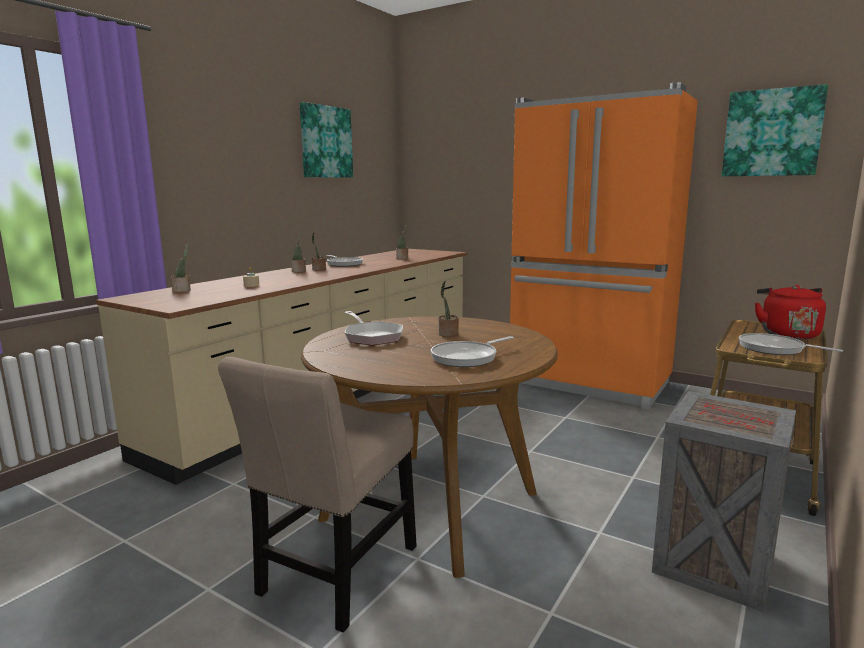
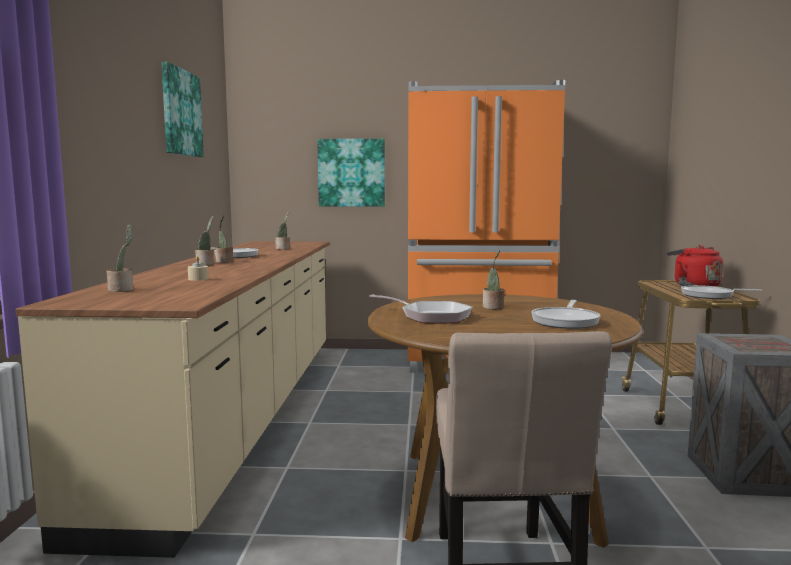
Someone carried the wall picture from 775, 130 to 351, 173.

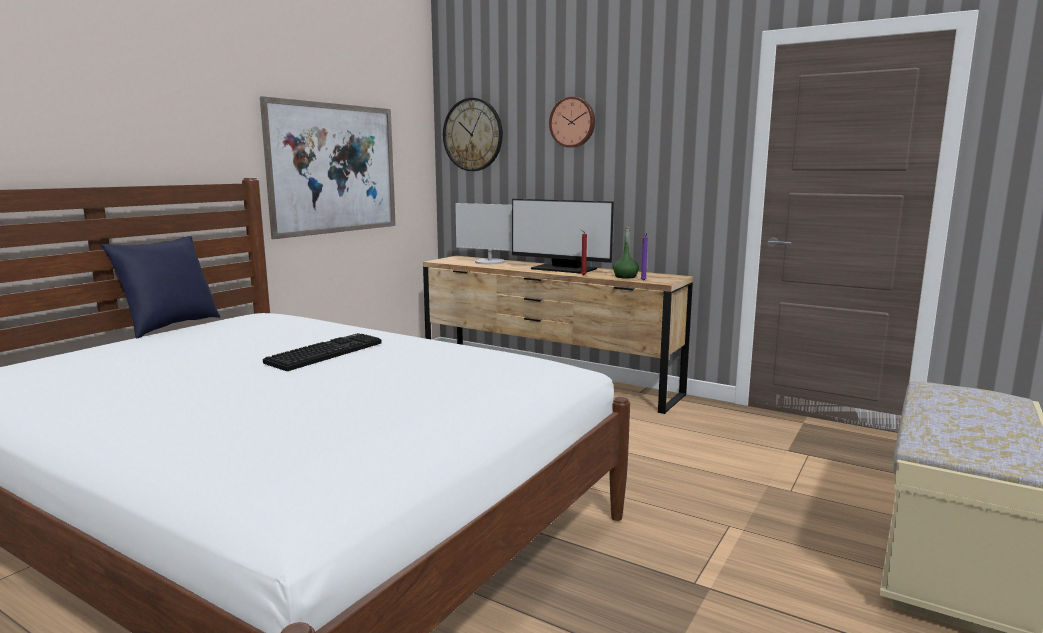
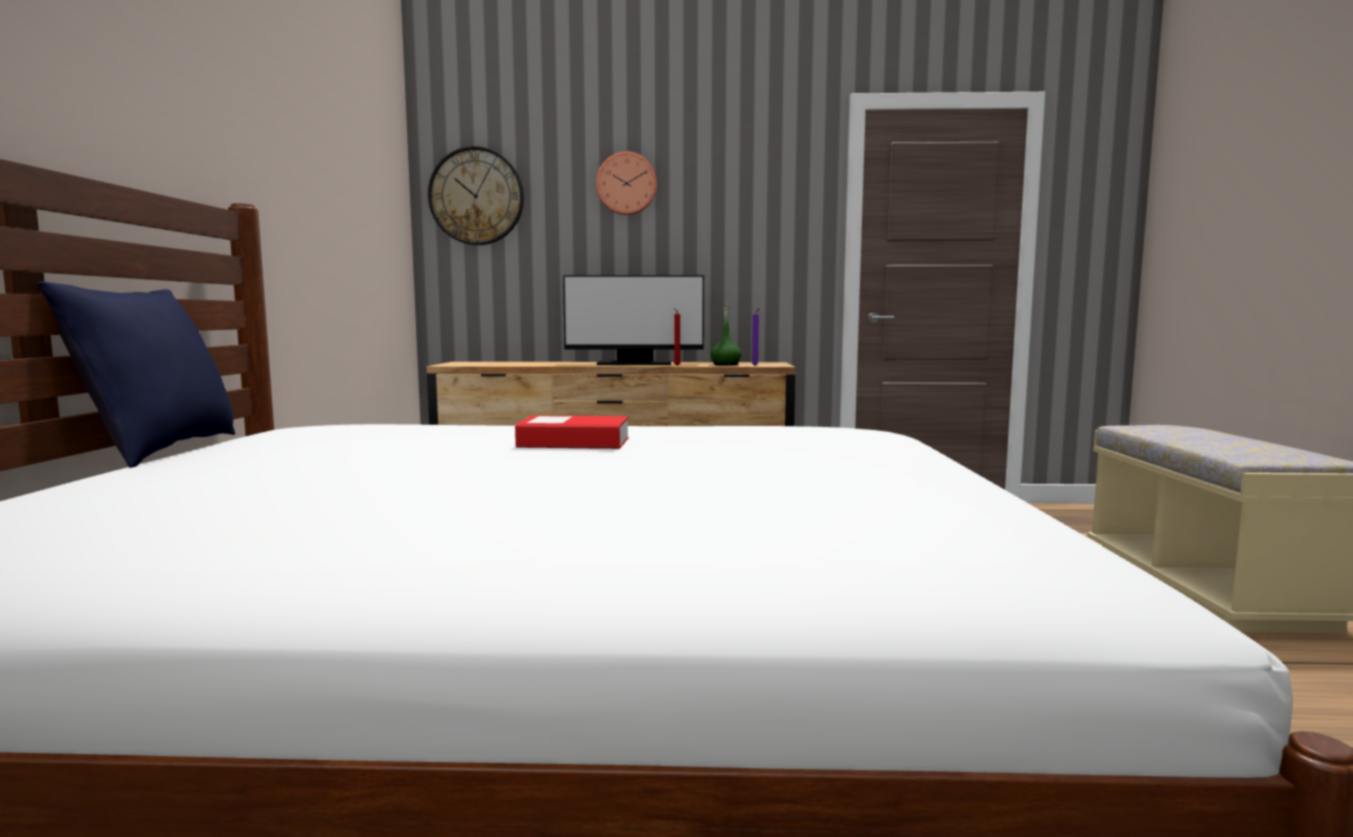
Someone took away the wall picture at 328, 167. Someone took away the computer screen at 483, 233. Someone swapped the PC keyboard at 322, 352 for the book at 572, 432.

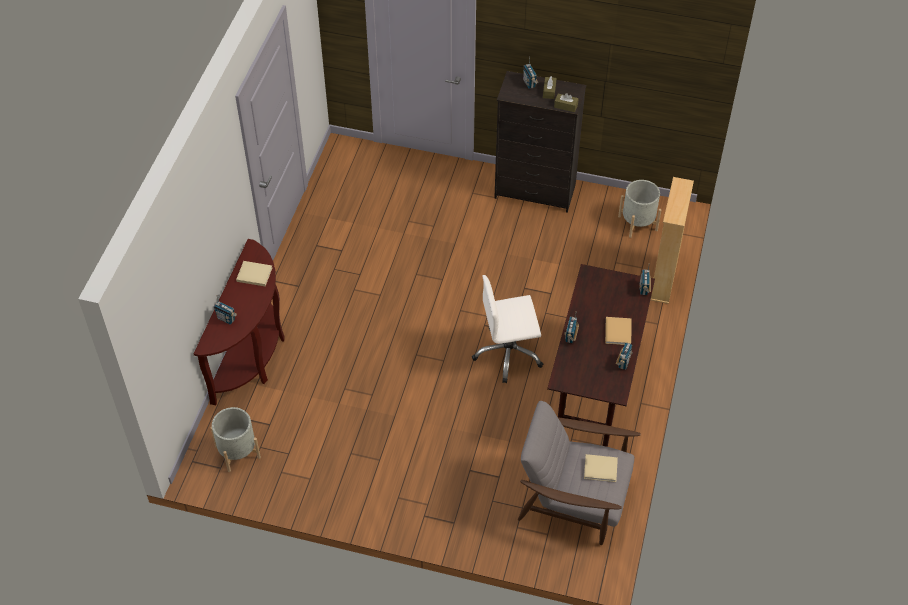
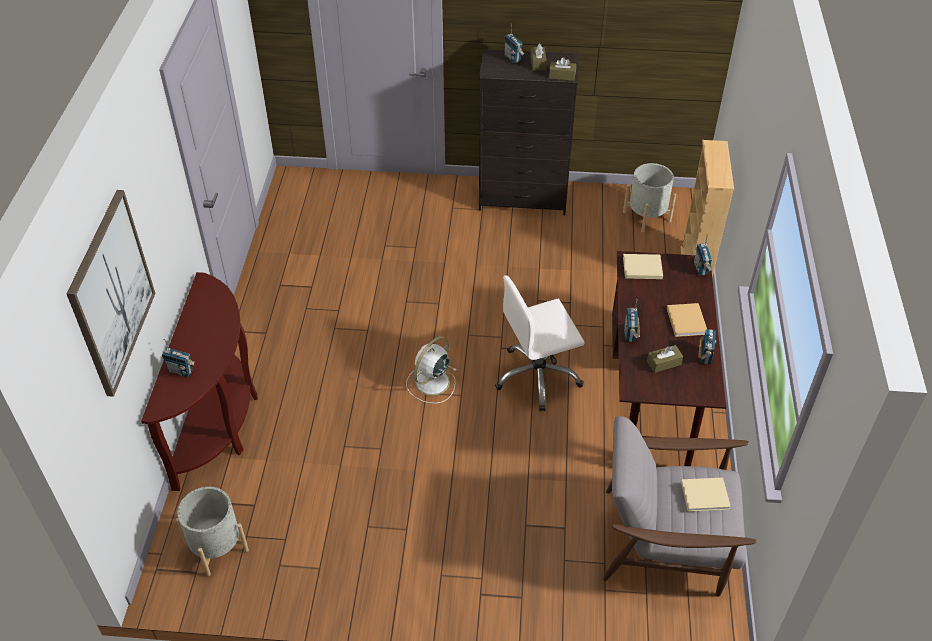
Someone put up the wall picture at 111, 293. Someone put down the cooling fan (white-coloured) at 431, 370. Someone put down the box of tissues (brown) at 665, 359. Someone carried the book (beige) from 254, 273 to 643, 266.

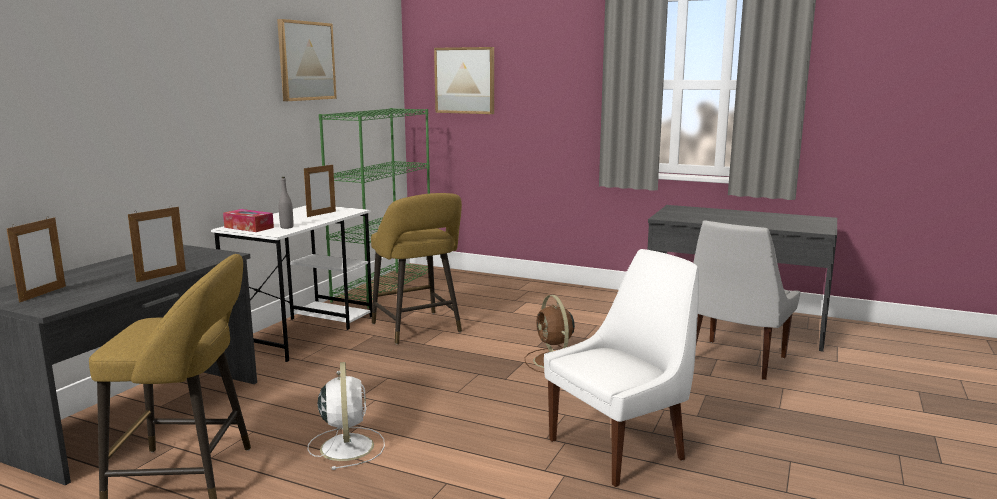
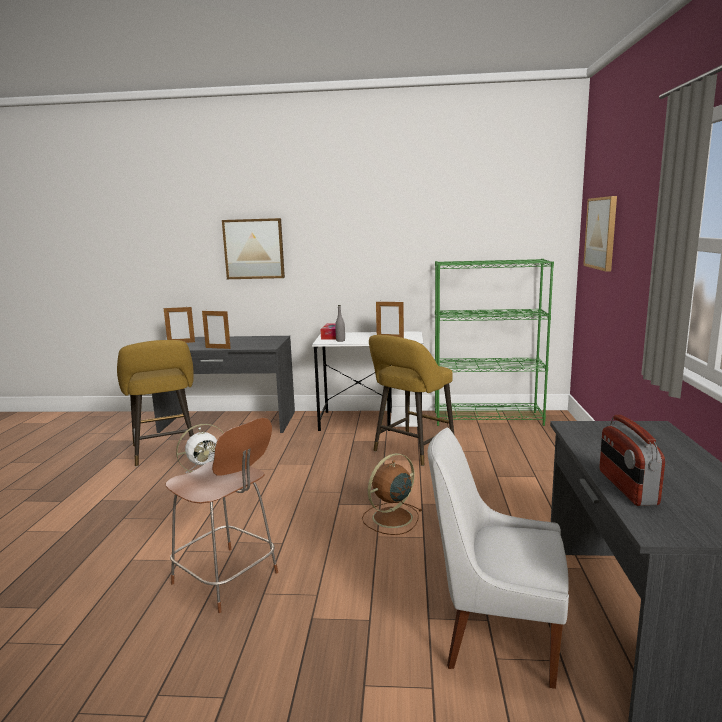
Someone put down the radio at 632, 460. Someone carried the wall picture from 307, 60 to 253, 248. Someone swapped the chair (white-coloured) at 621, 368 for the stool seat (brown) at 222, 515.

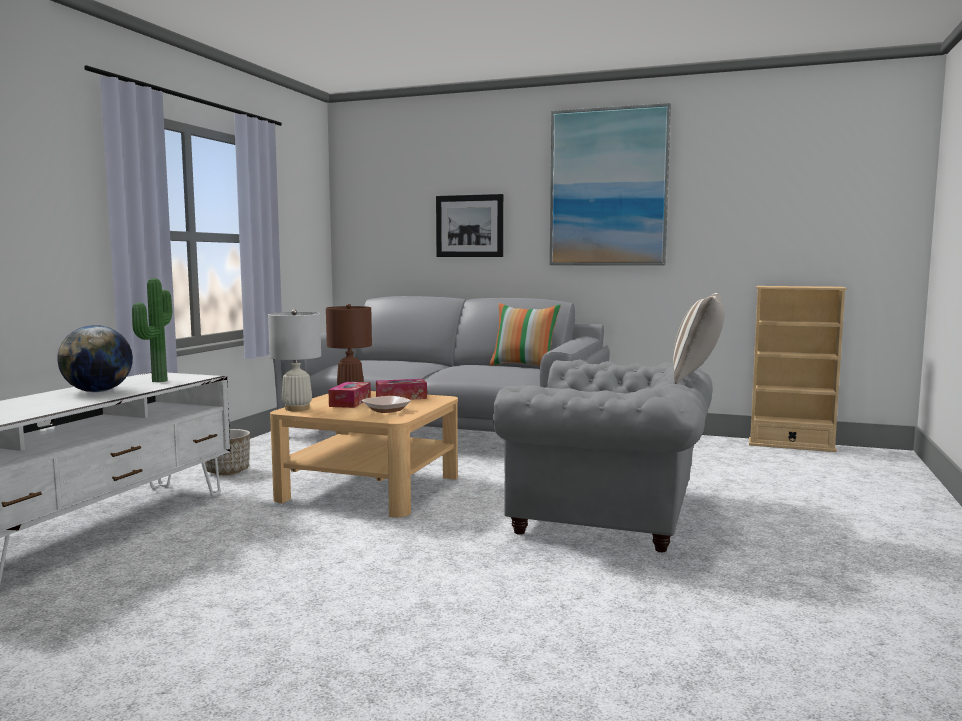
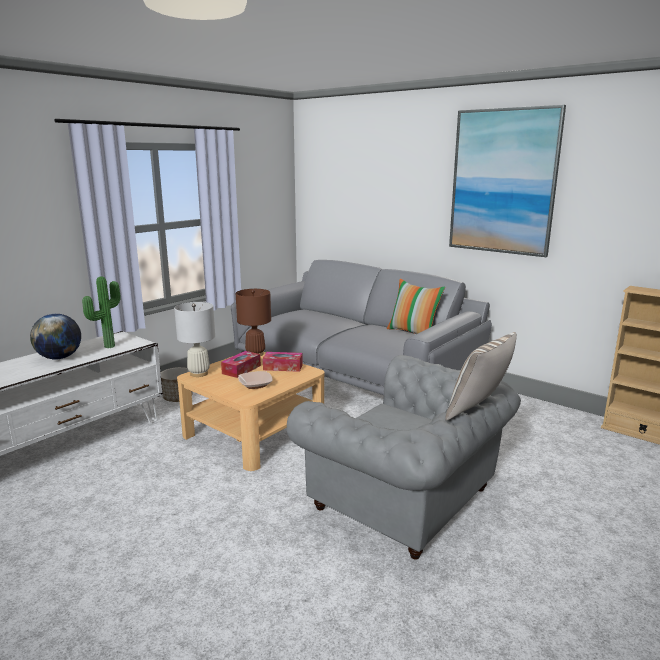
Someone took away the wall picture at 469, 225.

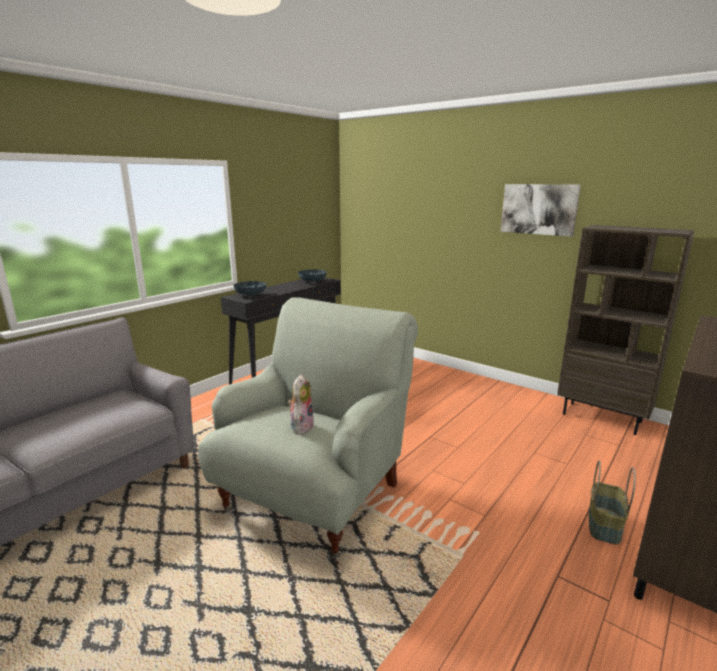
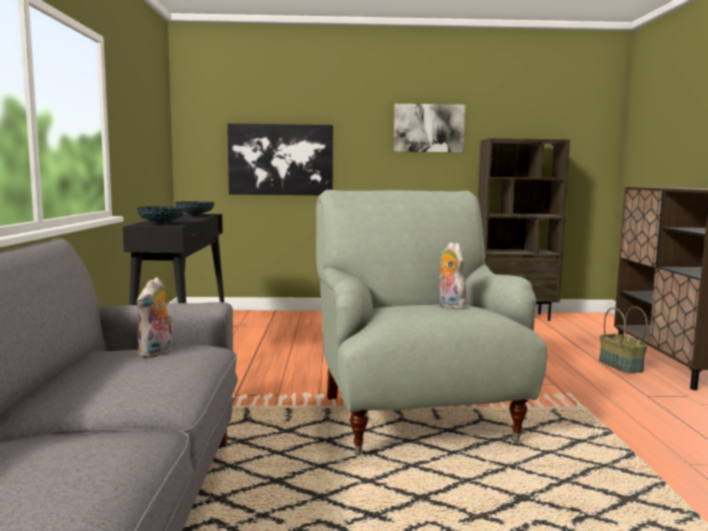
Someone put down the plush toy at 155, 317. Someone put up the wall picture at 280, 159.

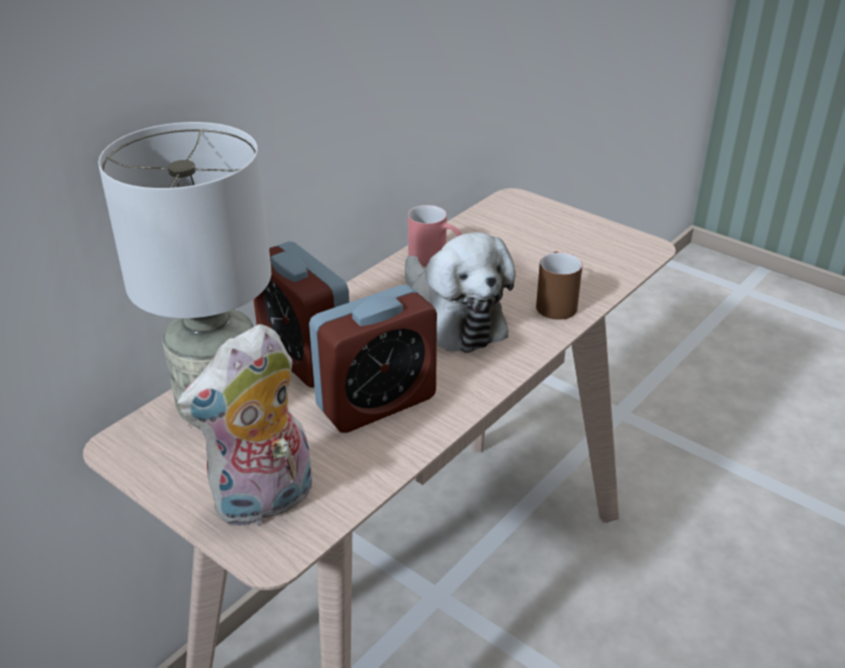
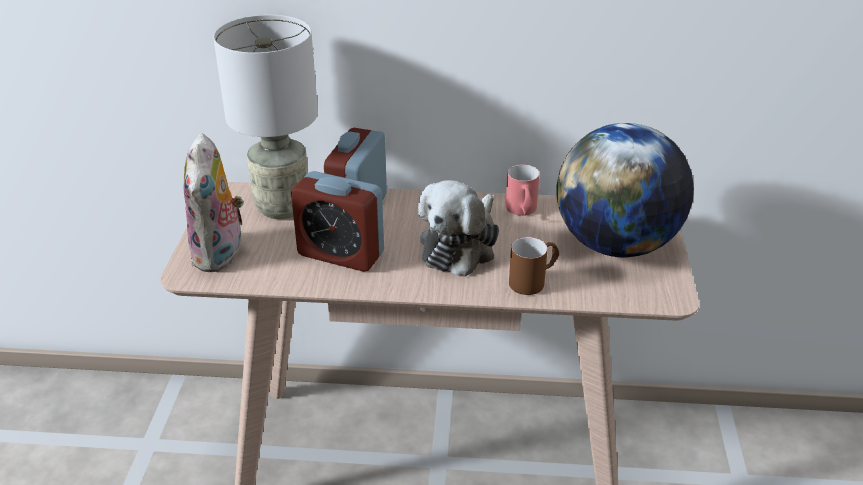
Someone put down the world globe at 625, 190. Someone rotated the plush toy at 244, 426 by 105 degrees counterclockwise.

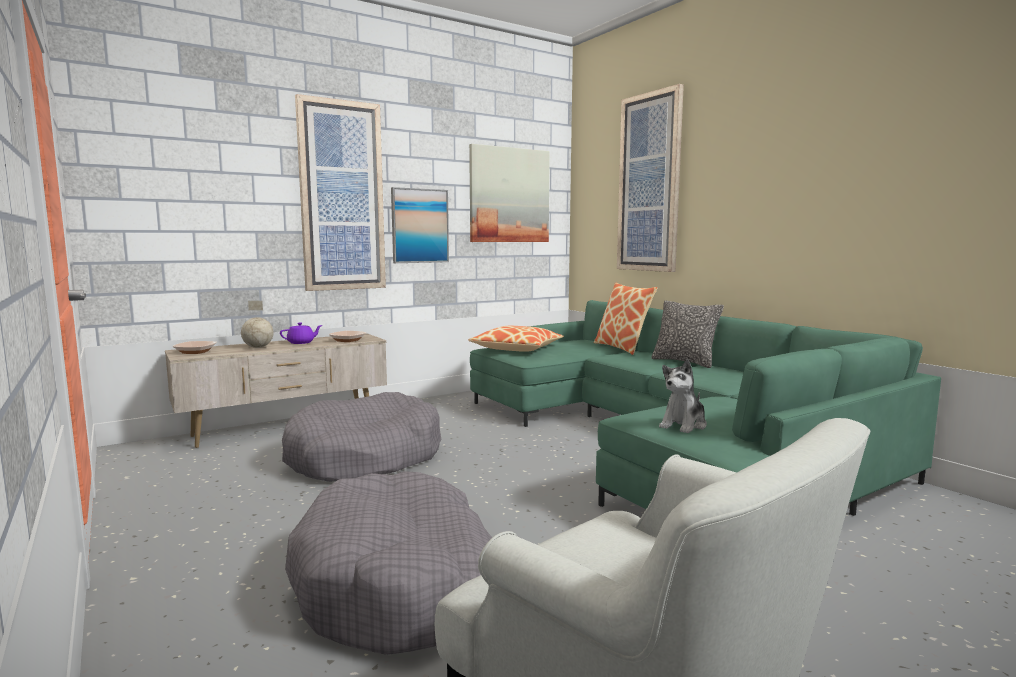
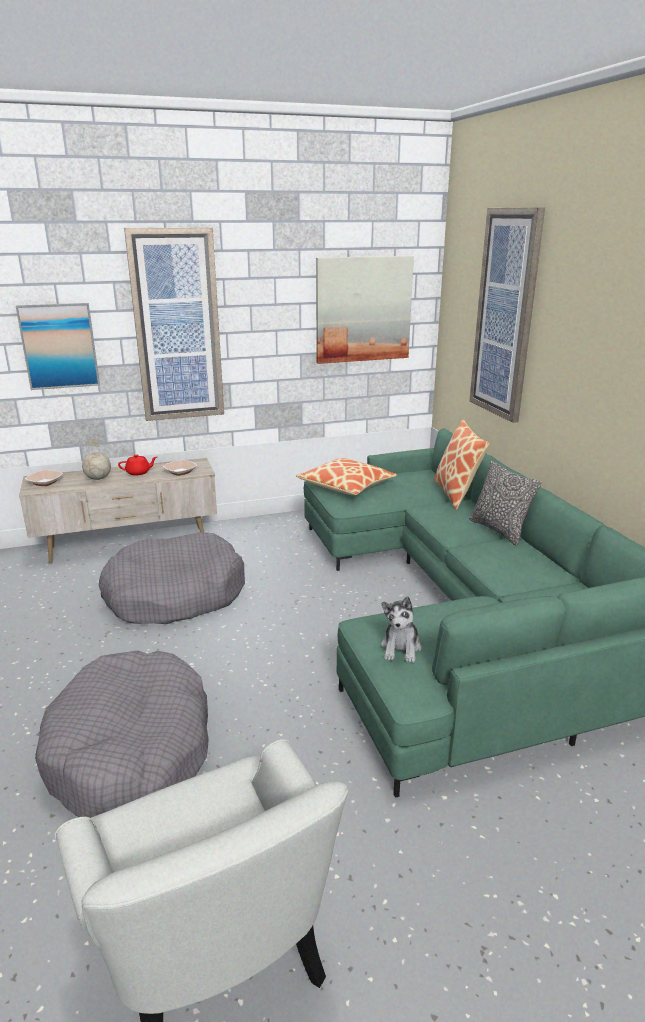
Someone carried the wall picture from 420, 225 to 58, 346. Someone repainted the tea pot (purple-coloured) at 301, 333, which became the tea pot (red-coloured) at 137, 465. Someone rotated the plush toy at 683, 396 by 45 degrees counterclockwise.

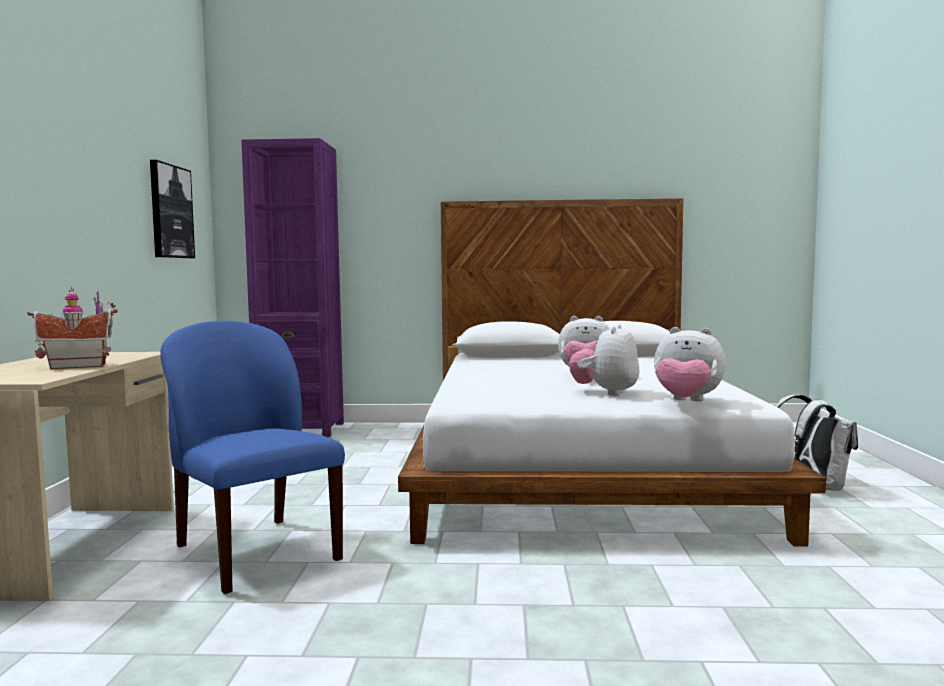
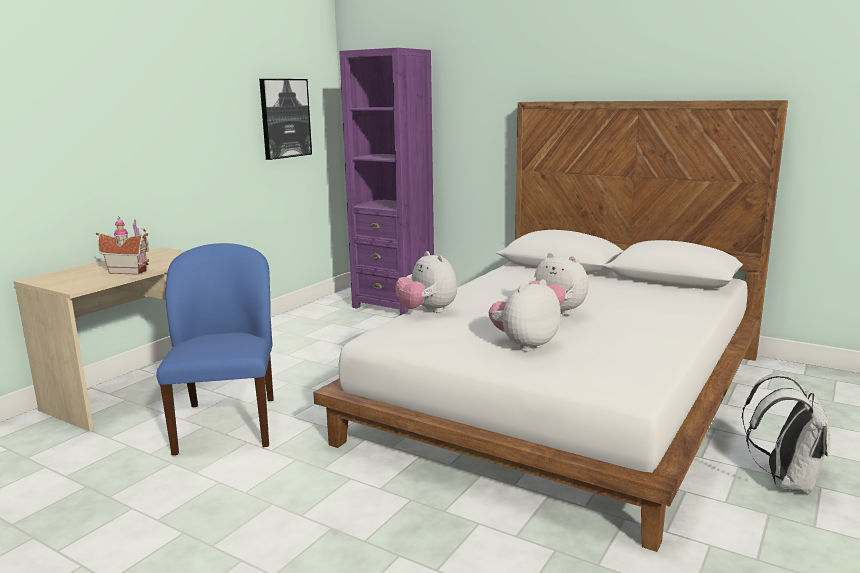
Someone carried the plush toy from 690, 364 to 426, 282.

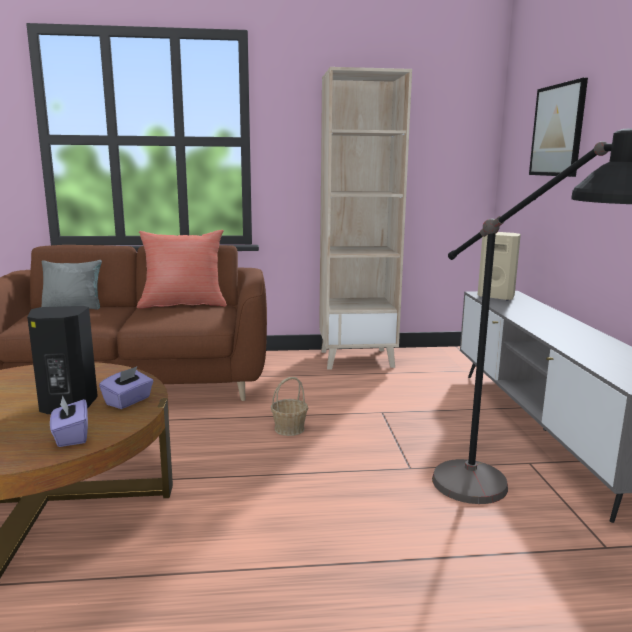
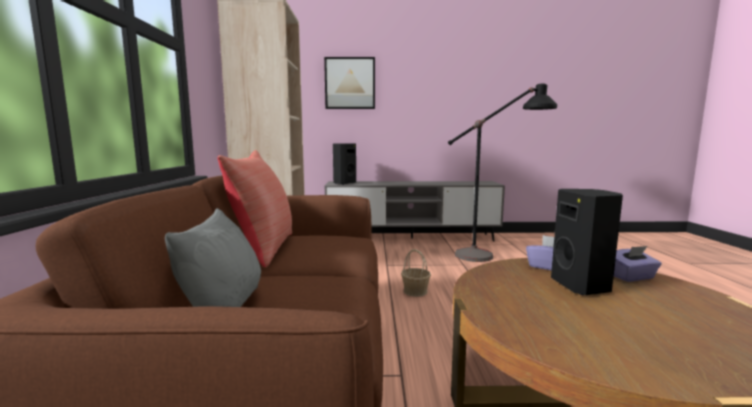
Someone repainted the loudspeaker (beige) at 499, 266, which became the loudspeaker (blackish) at 344, 164.

